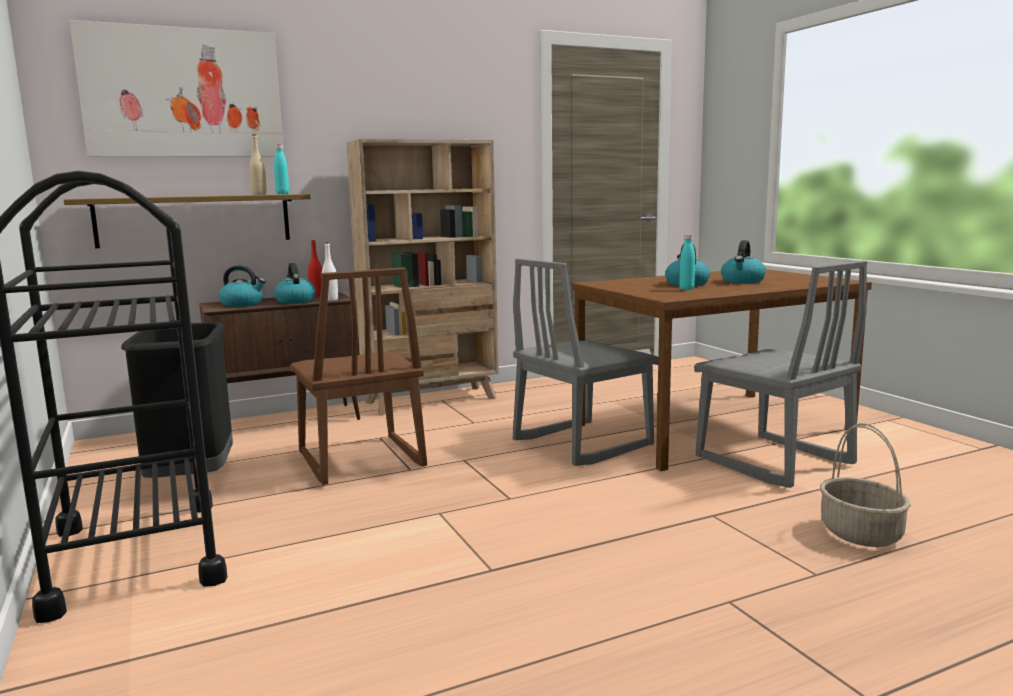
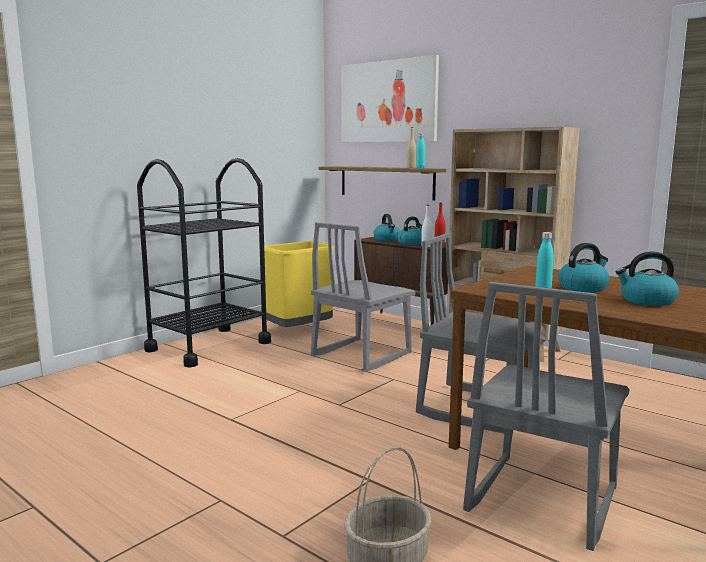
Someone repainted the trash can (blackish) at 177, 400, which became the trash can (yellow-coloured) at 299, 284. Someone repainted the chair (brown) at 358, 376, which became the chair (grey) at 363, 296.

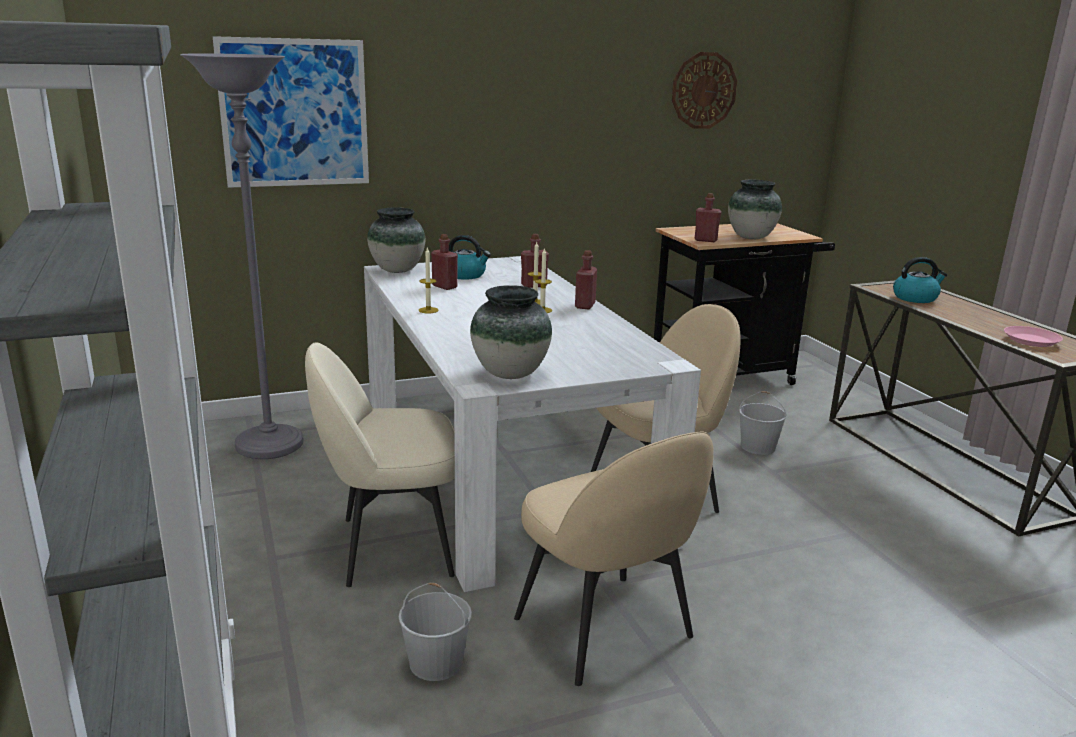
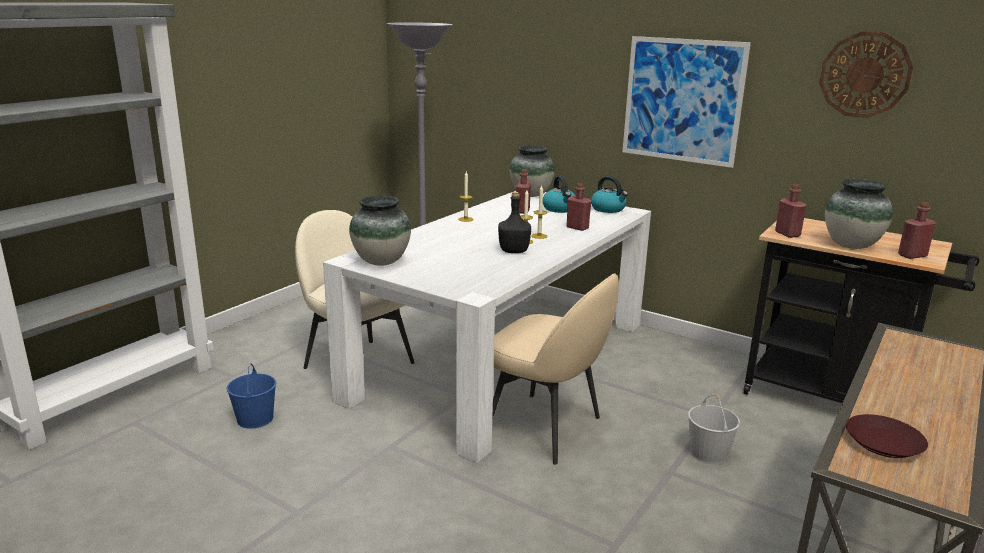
Someone took away the chair (beige) at 614, 559. Someone put down the beverage bottle (blackish) at 514, 222. Someone carried the wall picture from 290, 112 to 686, 102. Someone carried the beverage bottle (red-coloured) from 586, 279 to 917, 230. Someone carried the water kettle from 920, 280 to 609, 194. Someone repainted the pail (white-coloured) at 435, 632, which became the pail (blue-coloured) at 251, 396. Someone repainted the dinner plate (pink) at 1033, 336, which became the dinner plate (brown) at 887, 436.

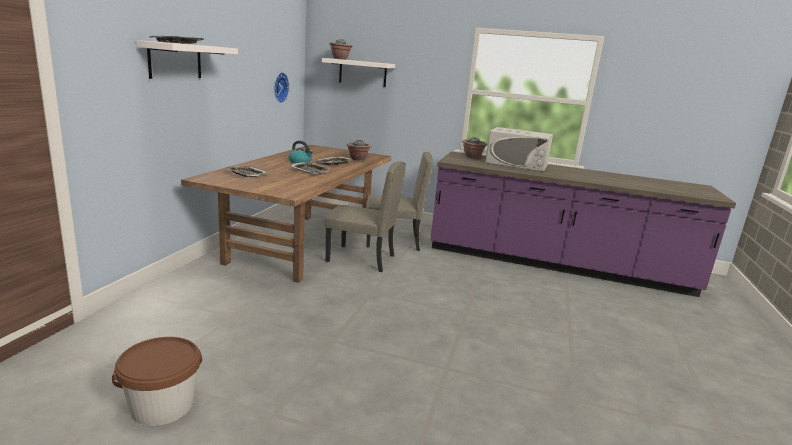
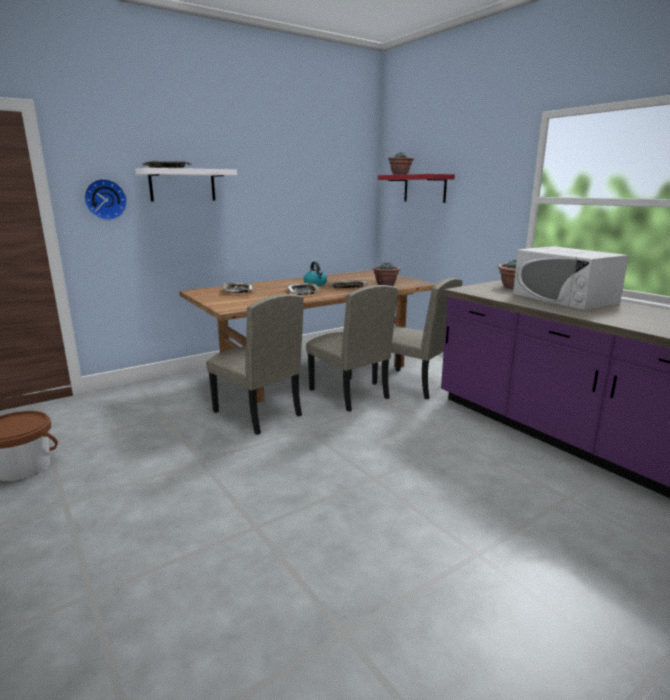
Someone put down the chair (beige) at 255, 364. Someone carried the hanging clock from 281, 87 to 105, 200. Someone repainted the bracket shelf (white-coloured) at 358, 72, which became the bracket shelf (red-coloured) at 416, 188.

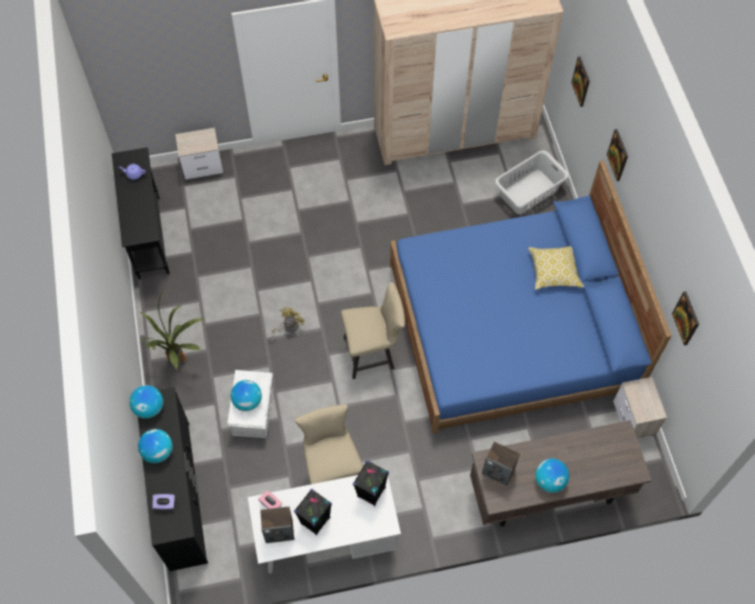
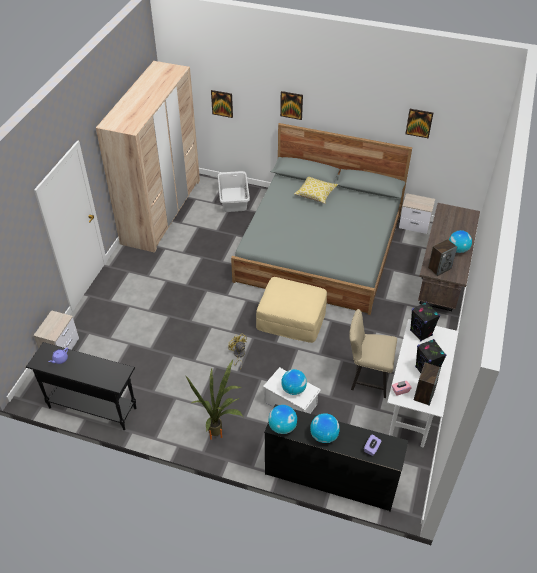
Someone swapped the chair (beige) at 373, 330 for the ottoman (beige) at 291, 310. Someone repainted the bedroom bed (blue-coloured) at 530, 297, which became the bedroom bed (grey) at 321, 219.

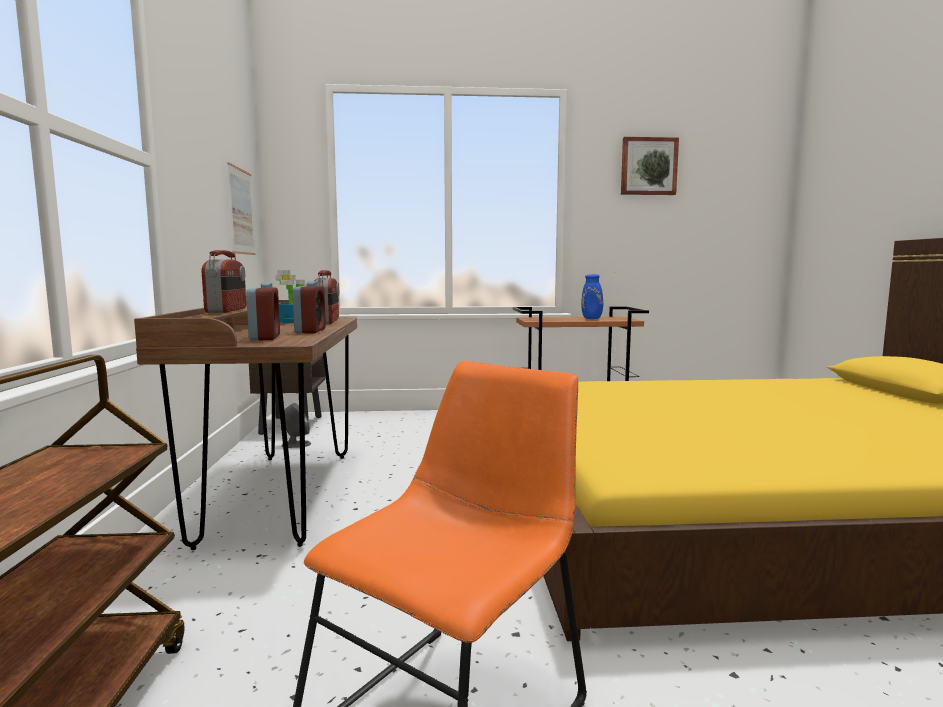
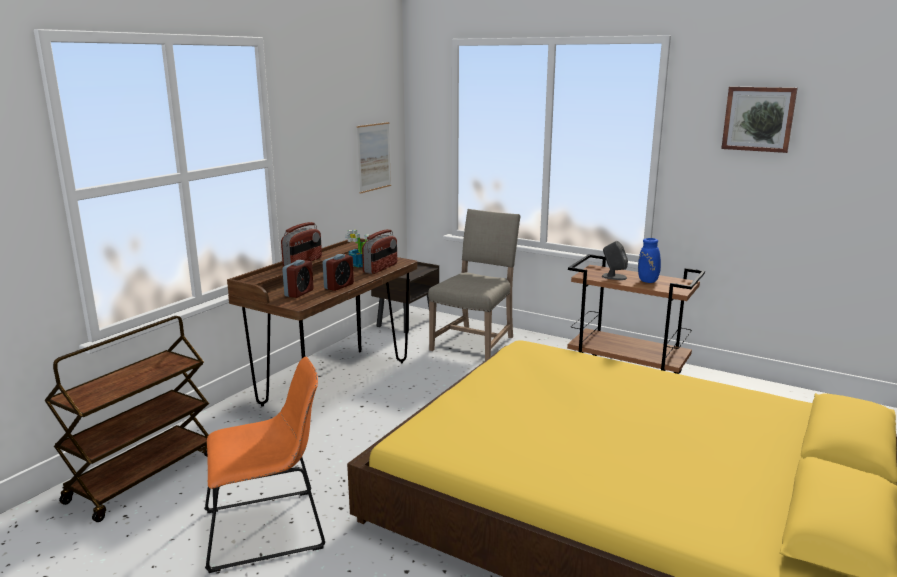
Someone put down the chair (beige) at 474, 284. Someone carried the loudspeaker (grey) from 295, 425 to 615, 260.

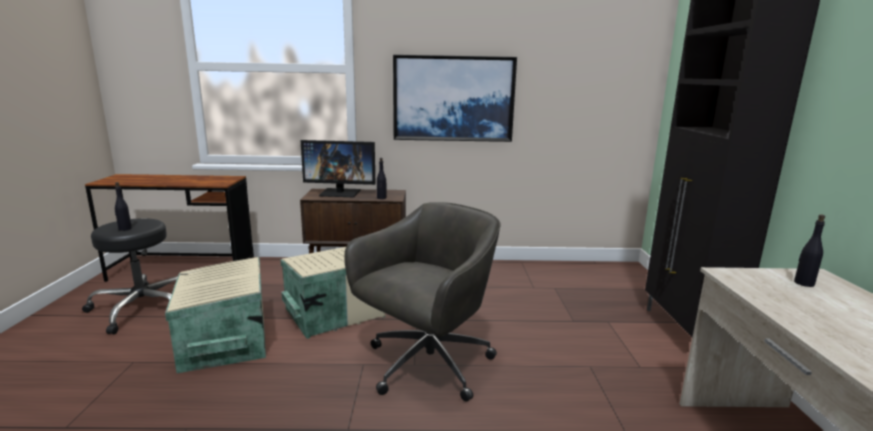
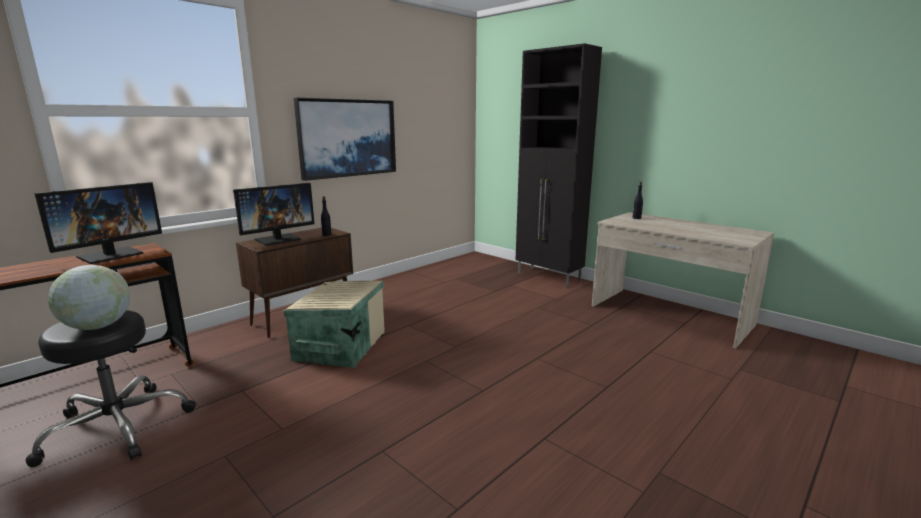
Someone took away the storage bin (beige) at 215, 315. Someone took away the office chair (grey) at 422, 302. Someone put down the computer screen at 98, 223. Someone swapped the beverage bottle (blackish) at 123, 206 for the world globe at 89, 297.

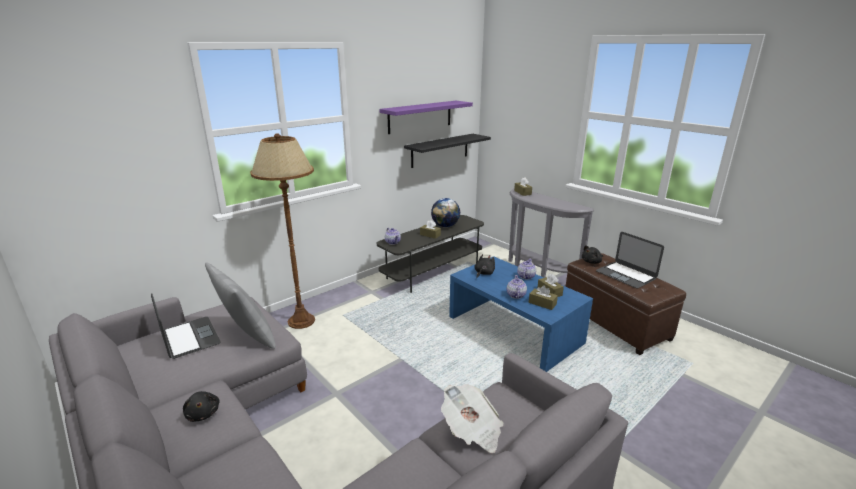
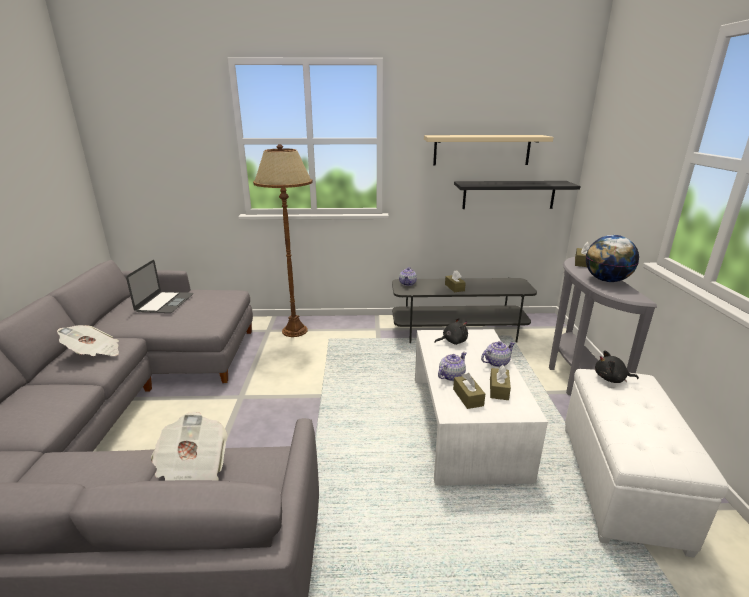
Someone took away the pillow (grey) at 240, 306. Someone took away the laptop at 630, 260. Someone carried the world globe from 445, 212 to 612, 258. Someone swapped the plush toy (blackish) at 201, 406 for the newspaper at 88, 340. Someone repainted the bracket shelf (purple-coloured) at 426, 117, which became the bracket shelf (beige) at 489, 150. Someone repainted the coffee table (blue-coloured) at 521, 314, which became the coffee table (white-coloured) at 481, 407. Someone repainted the ottoman (brown) at 625, 304, which became the ottoman (white-coloured) at 646, 463.

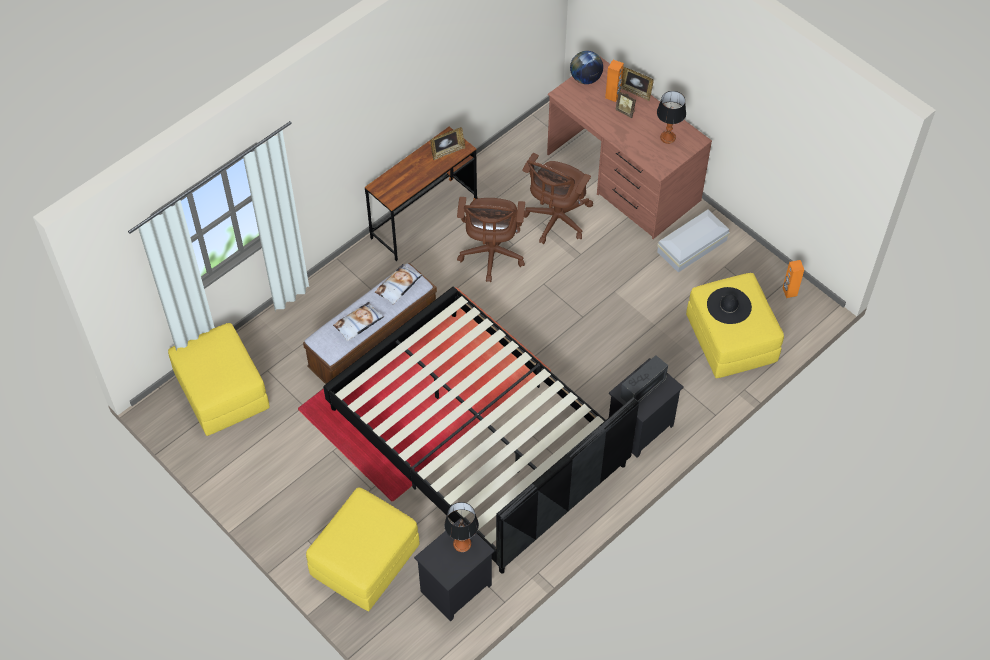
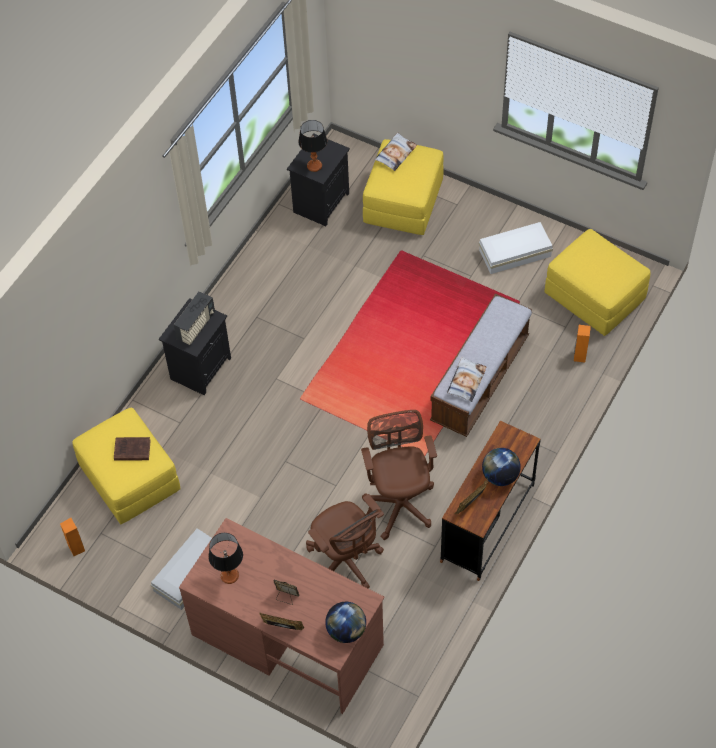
Someone took away the bedroom bed (blackish) at 481, 430. Someone put down the storage bin (white-coloured) at 516, 248. Someone put down the world globe at 501, 467. Someone carried the pillow from 358, 321 to 396, 152. Someone carried the loudspeaker (orangey) from 614, 81 to 582, 344. Someone swapped the hat (blackish) at 729, 305 for the book (brown) at 132, 449. Someone rotated the office chair (brown) at 557, 198 by 135 degrees clockwise.

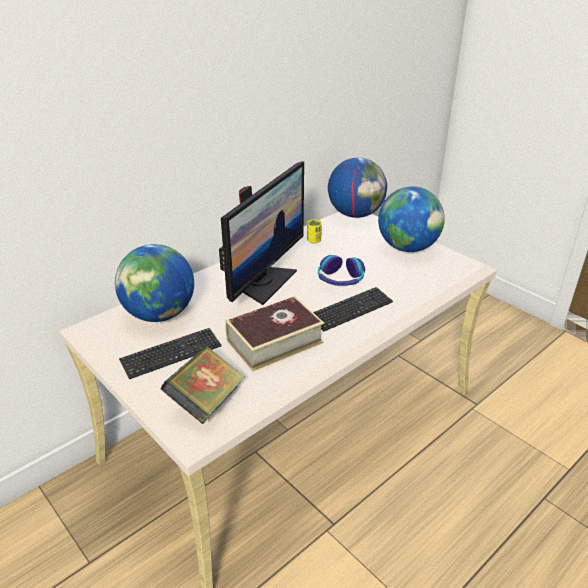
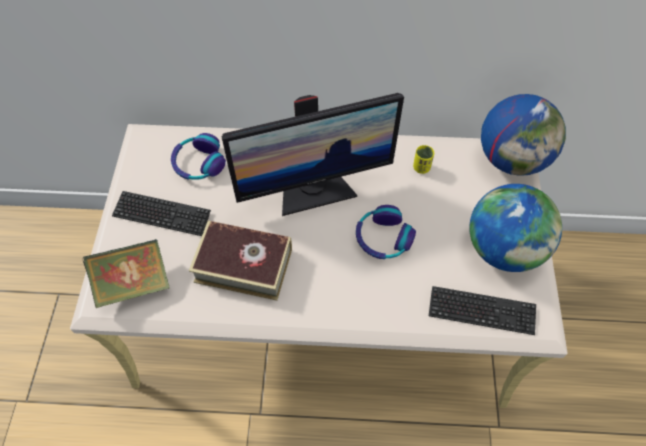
Someone carried the PC keyboard from 353, 309 to 482, 310. Someone swapped the world globe at 154, 283 for the headset at 198, 156.

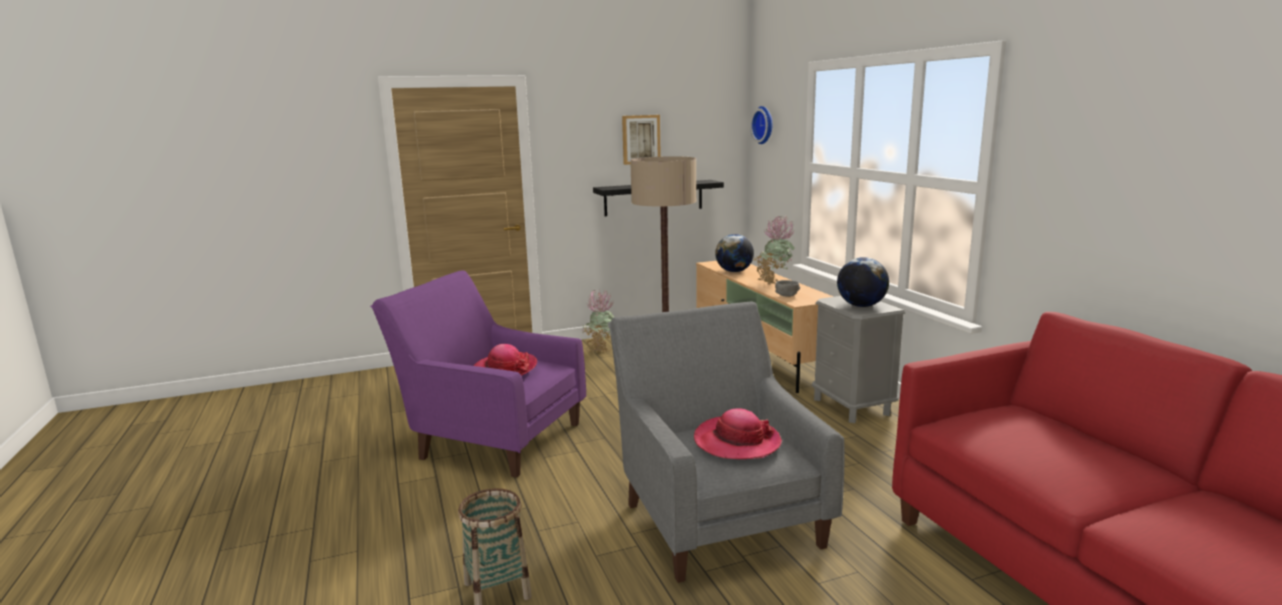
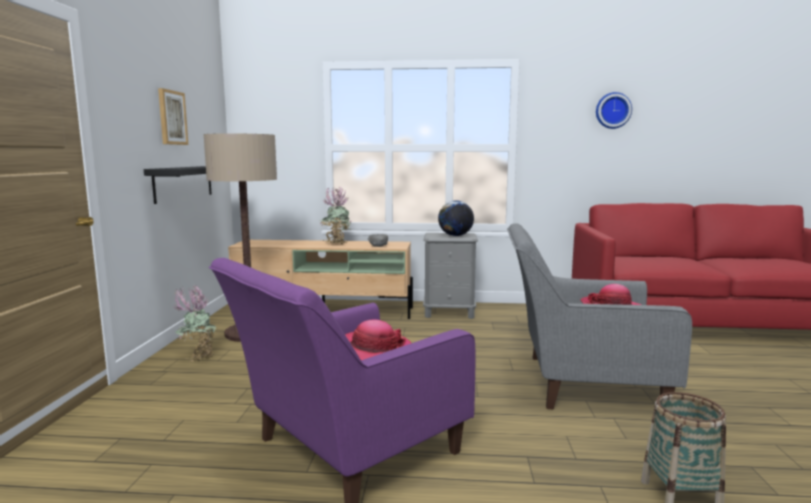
Someone took away the world globe at 734, 253. Someone carried the hanging clock from 761, 125 to 614, 110.

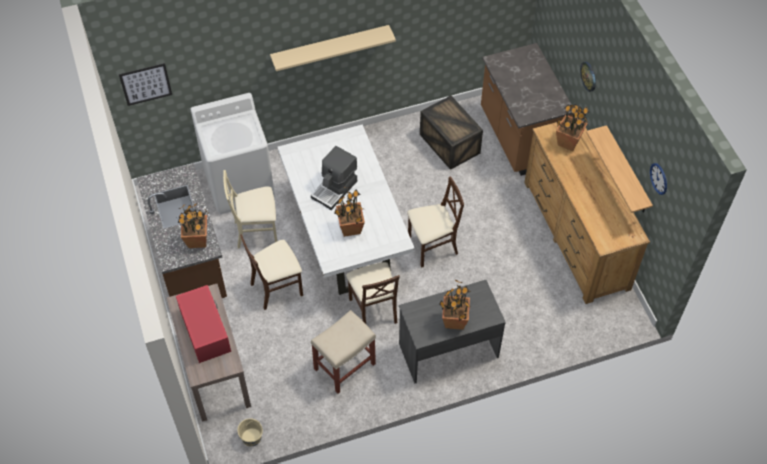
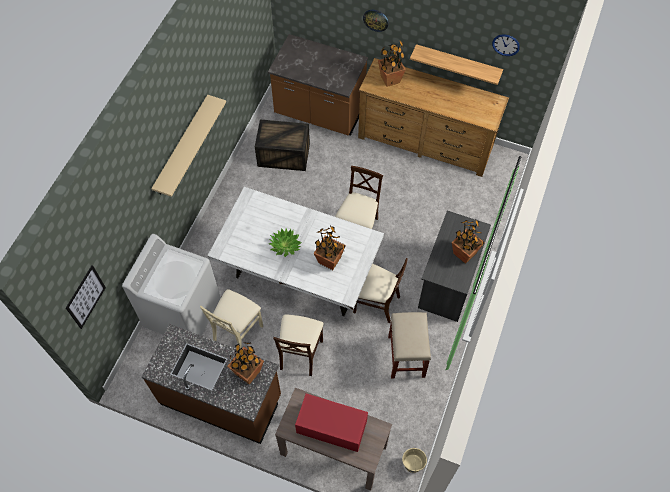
Someone swapped the coffee maker at 334, 178 for the potted plant at 285, 242.

